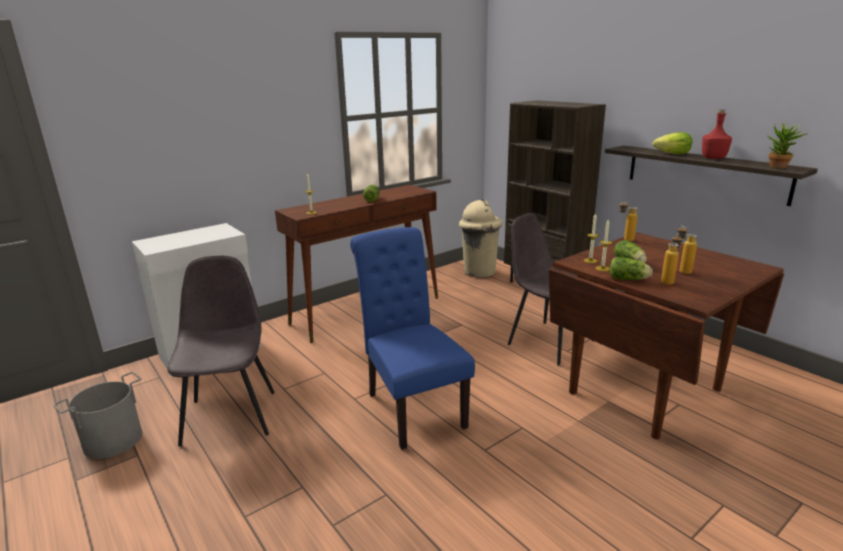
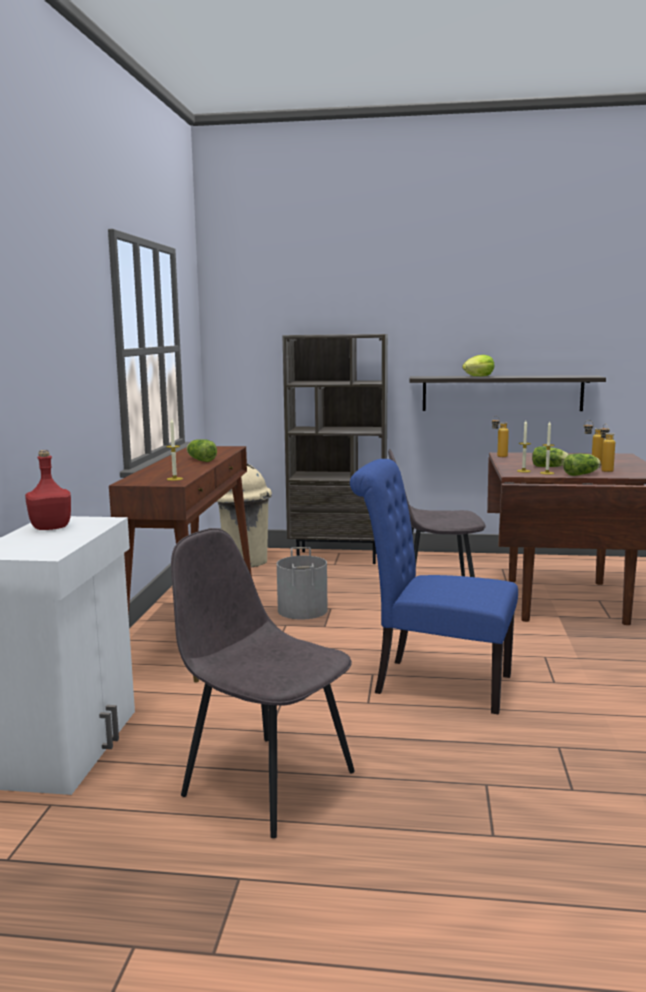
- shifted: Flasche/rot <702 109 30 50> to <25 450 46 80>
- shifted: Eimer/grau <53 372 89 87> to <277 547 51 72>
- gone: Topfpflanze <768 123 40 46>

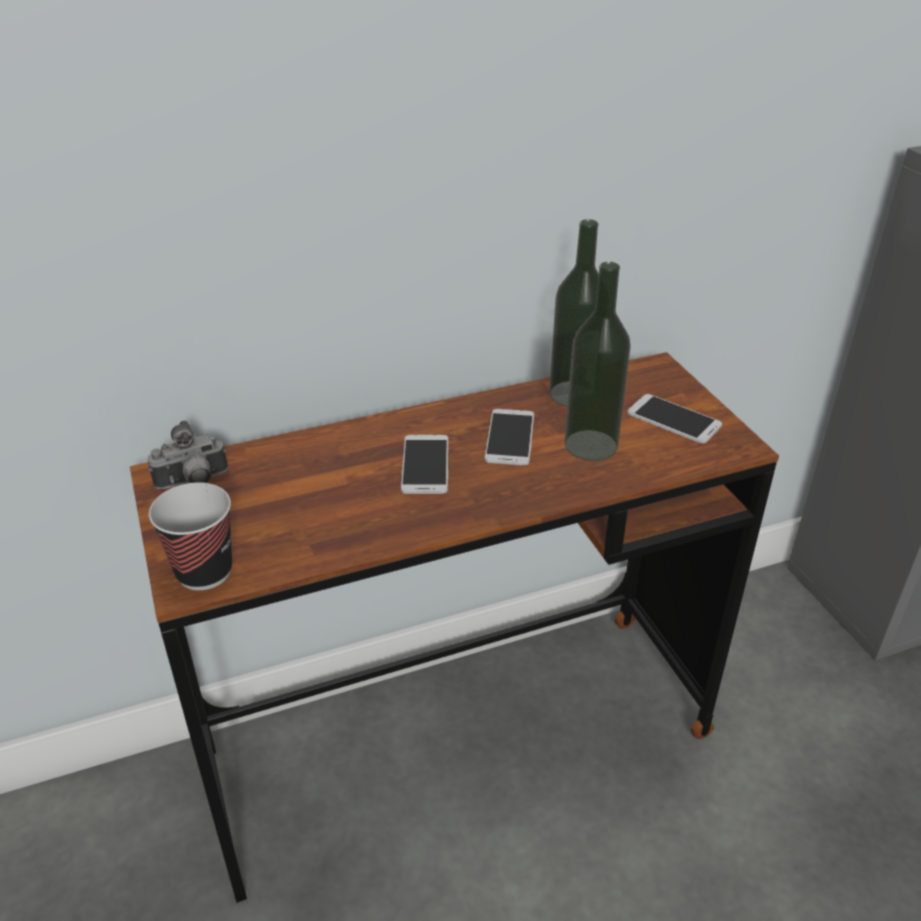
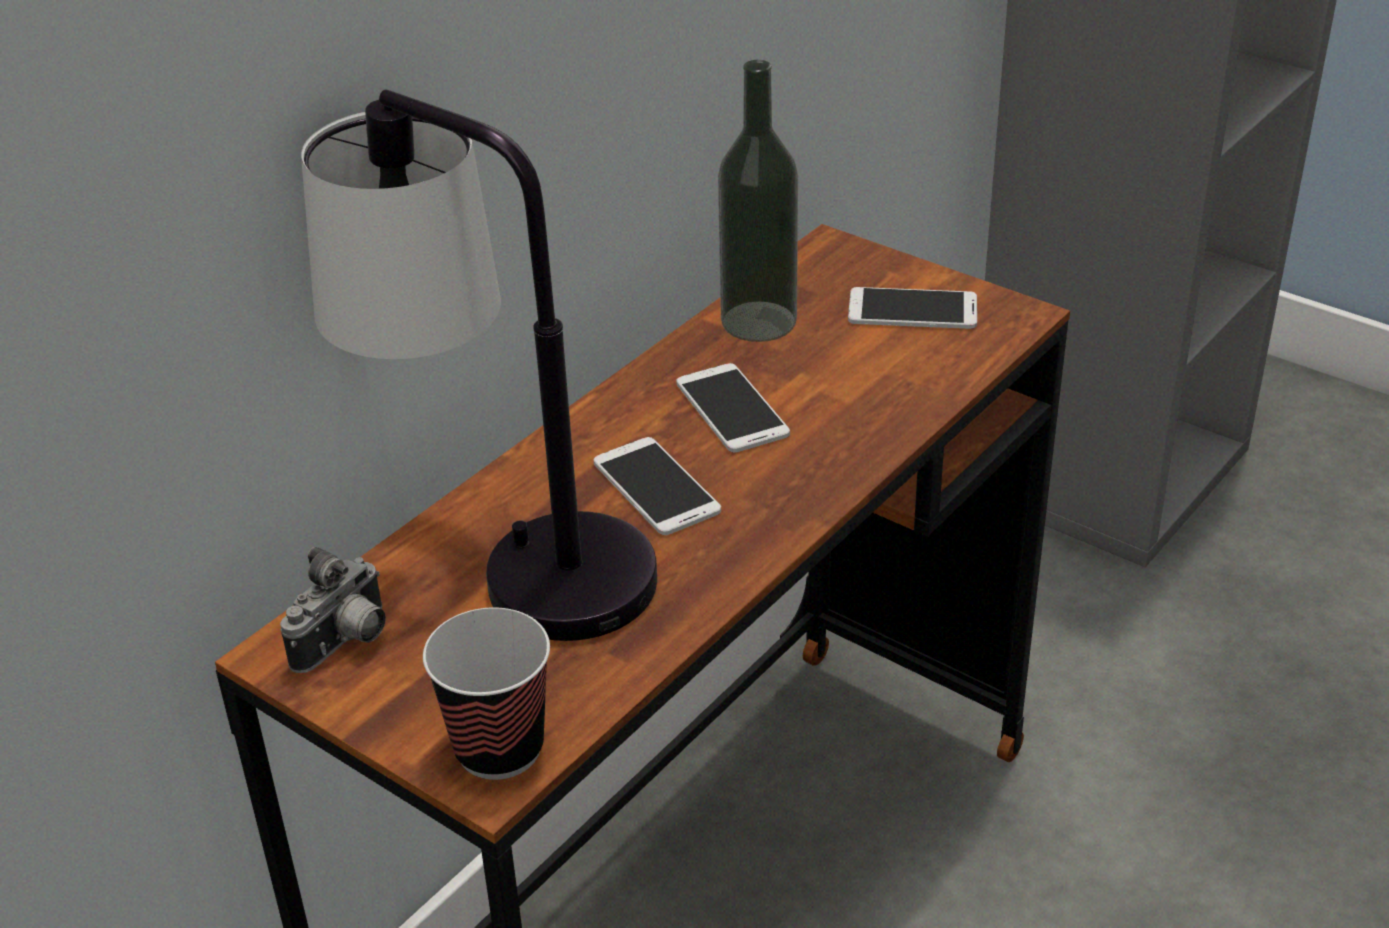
- new: Tischlampe <301 89 356 552>
- gone: Flasche <564 262 67 199>

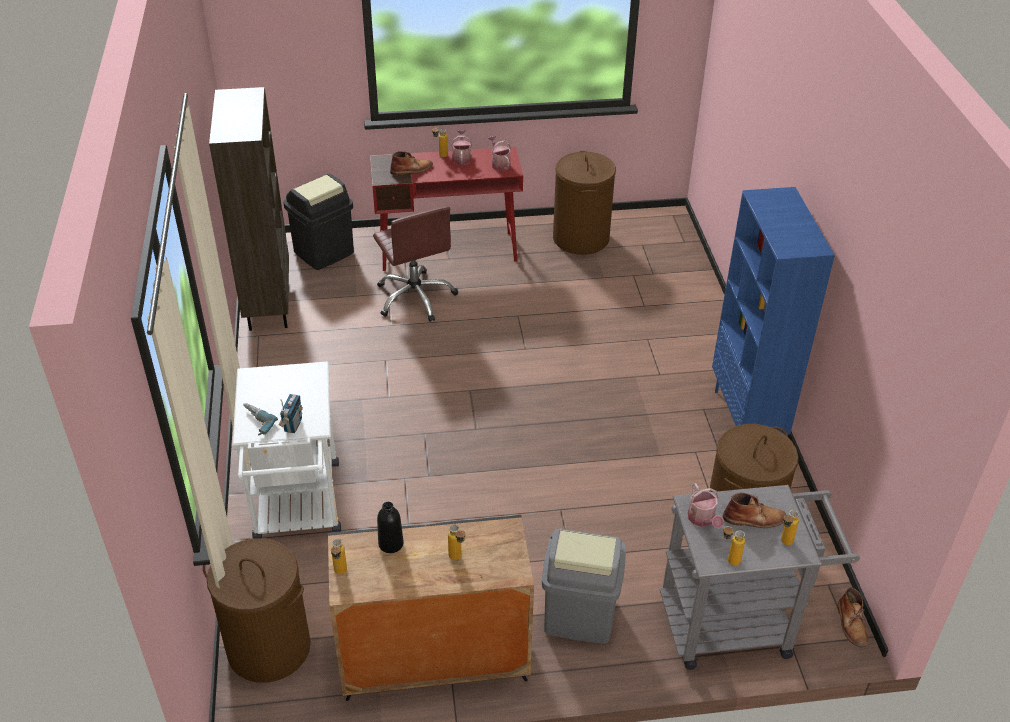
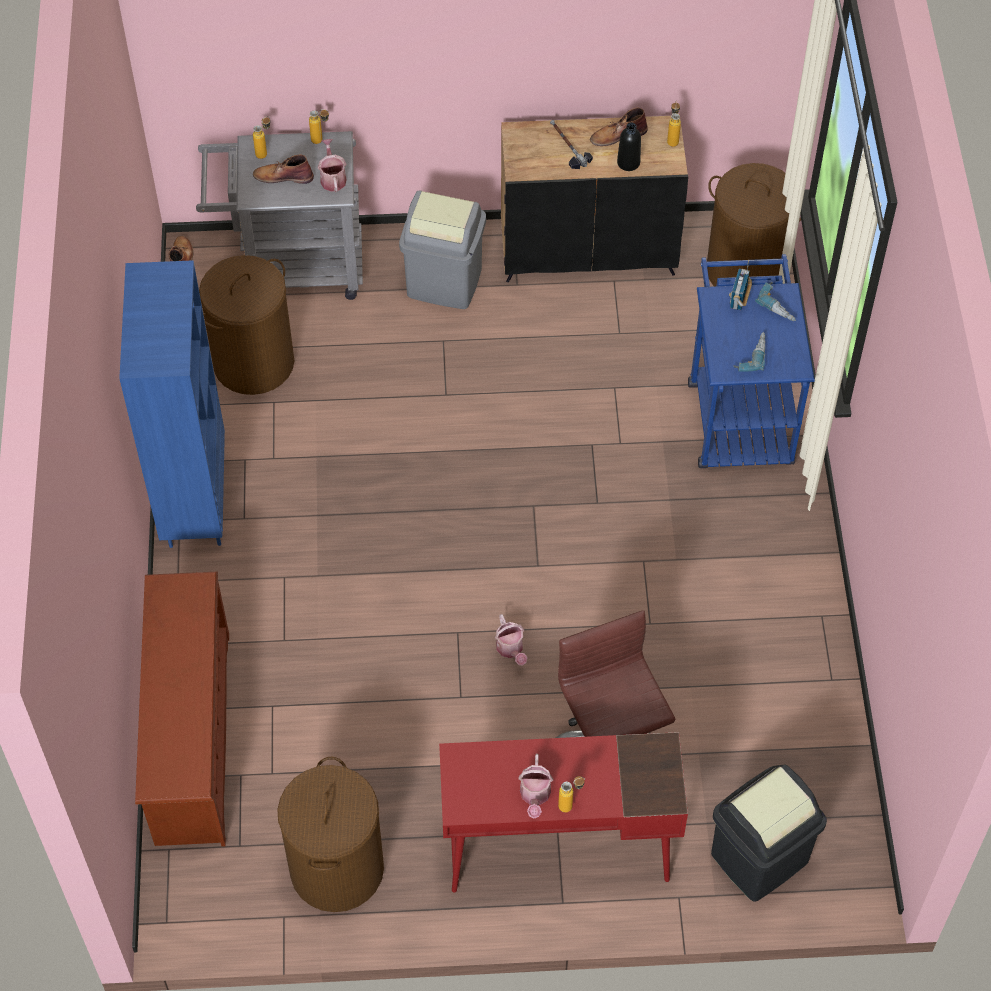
- new: Schuhregal/braun <135 571 94 276>
- shifted: Gießkanne <488 136 23 35> to <495 614 32 51>
- swapped: Flasche <448 524 17 36> to Hammer <550 120 43 49>
- shifted: Stiefel/braun <390 151 43 25> to <590 108 57 38>
- repainted: Rollwagen/weiß <232 361 109 177> to Rollwagen/blau <688 254 127 214>
- new: Bohrmaschine <733 332 33 40>
- gone: Bücherregal/braun <209 87 80 244>

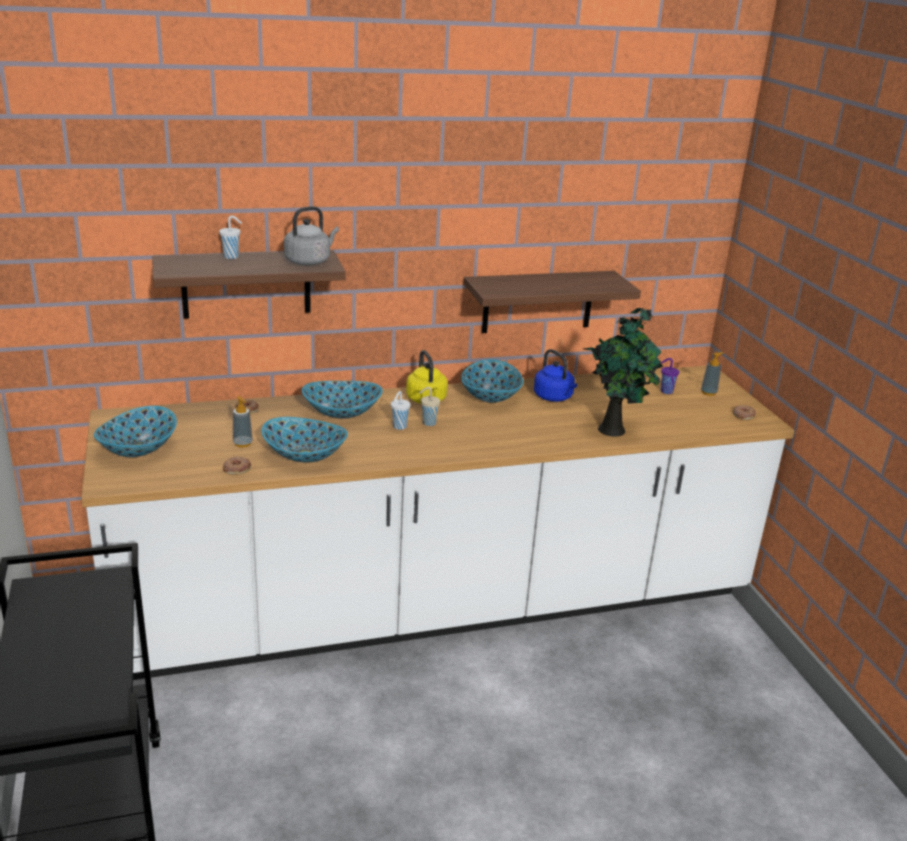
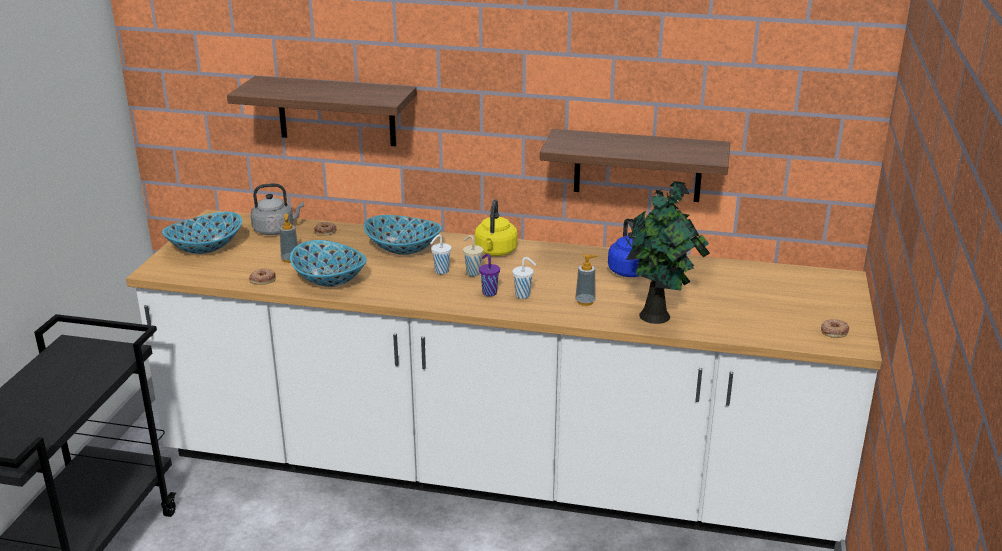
- shifted: Wasserkessel/grau <284 206 55 59> to <250 183 54 52>
- shifted: Tasse/lila <661 358 18 36> to <479 253 21 43>
- shifted: Tasse/weiß <219 216 23 43> to <512 257 24 42>
- shifted: Seifenspender <701 352 23 44> to <575 254 23 52>
- gone: Schüssel <461 359 62 44>

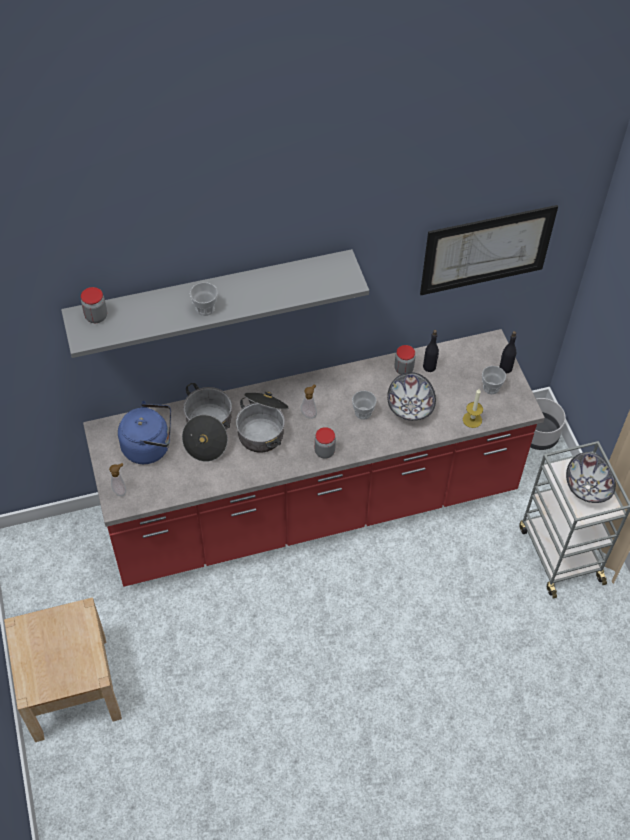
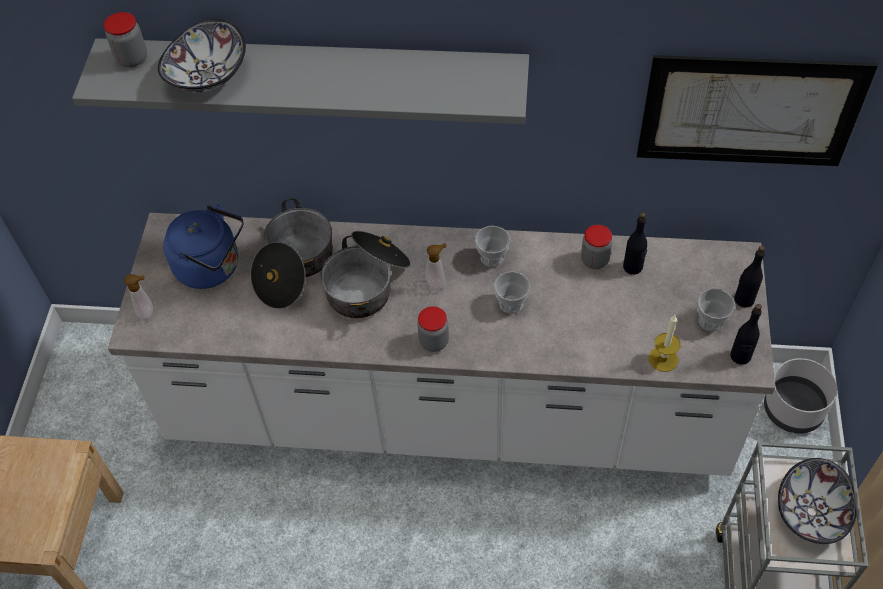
- repainted: Küchenzeile/rot <83 329 462 258> to Küchenzeile/weiß <108 213 667 263>
- shifted: Schüssel <387 372 49 49> to <158 19 88 74>
- shifted: Tasse <190 282 28 34> to <475 226 35 41>
- new: Flasche/schwarz <730 304 32 61>

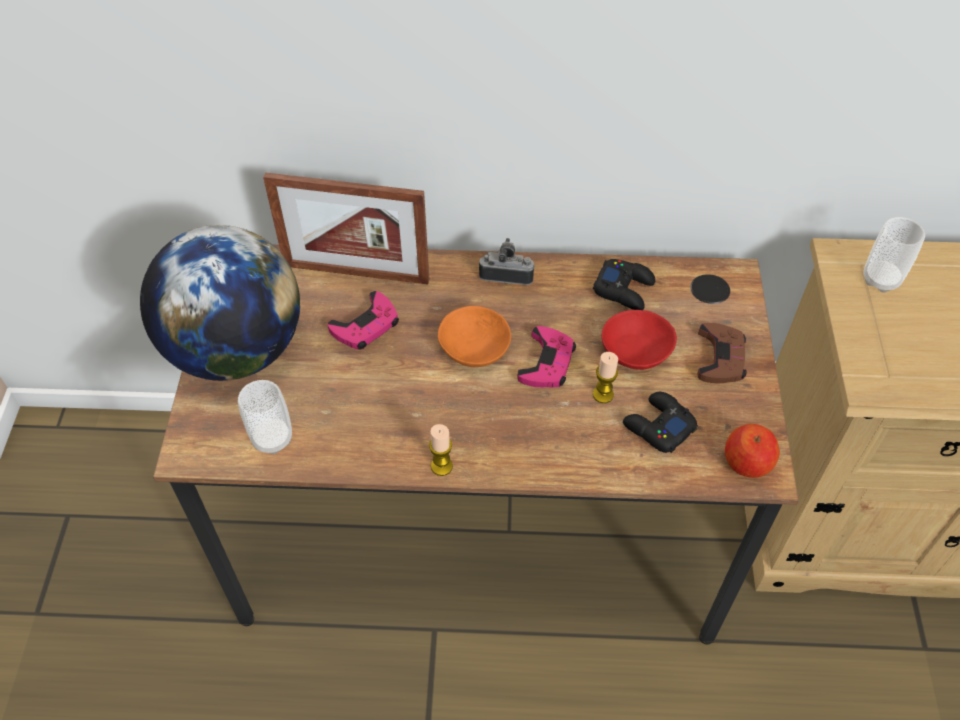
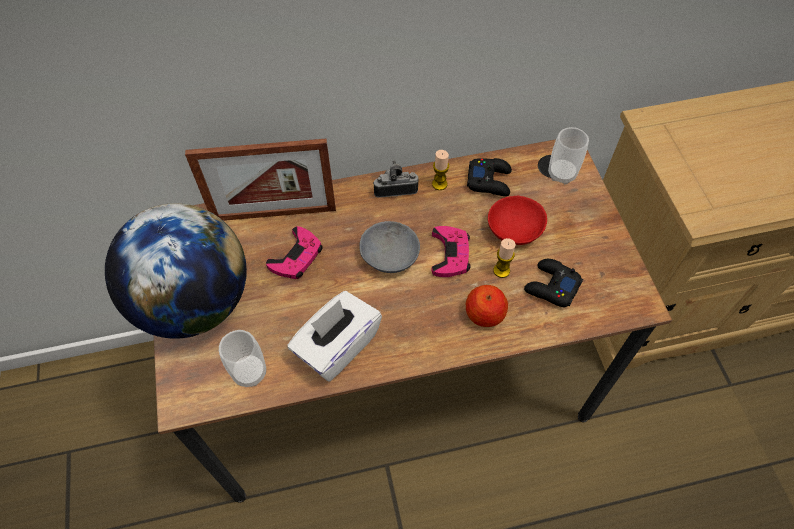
- new: Taschentuchbox/weiß <288 291 94 91>
- repainted: Schüssel/orange <438 306 73 61> to Schüssel/grau <359 221 61 52>
- shifted: Kerze <429 424 24 52> to <432 150 17 40>
- shifted: Apfel <725 424 55 54> to <466 285 42 42>
- shifted: Tasse <863 217 62 76> to <548 127 41 57>
- gone: Gamepad/braun <697 323 50 61>

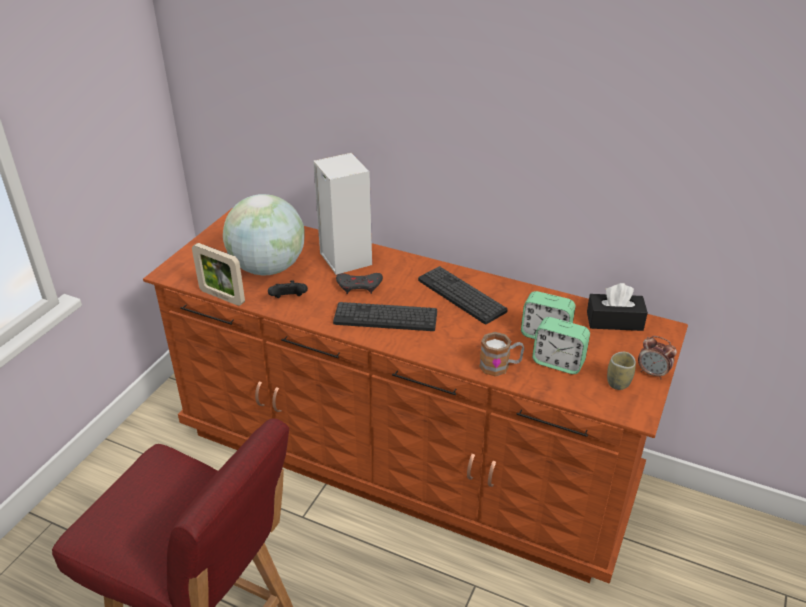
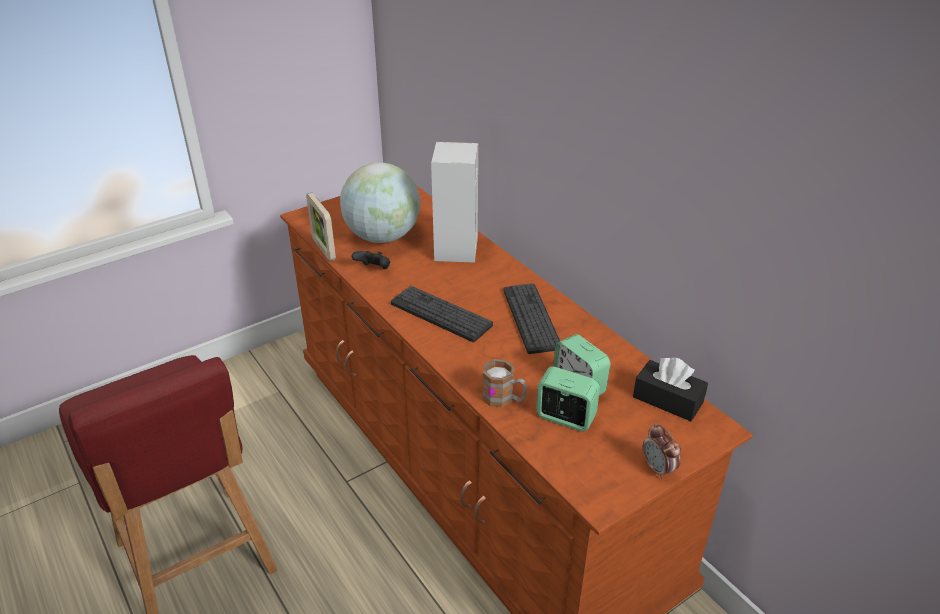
- rotated: Wecker <532 317 58 57> = <536 367 64 64> 150 degrees clockwise
- gone: Gamepad/grau <336 273 47 21>
- gone: Tasse <607 352 29 38>

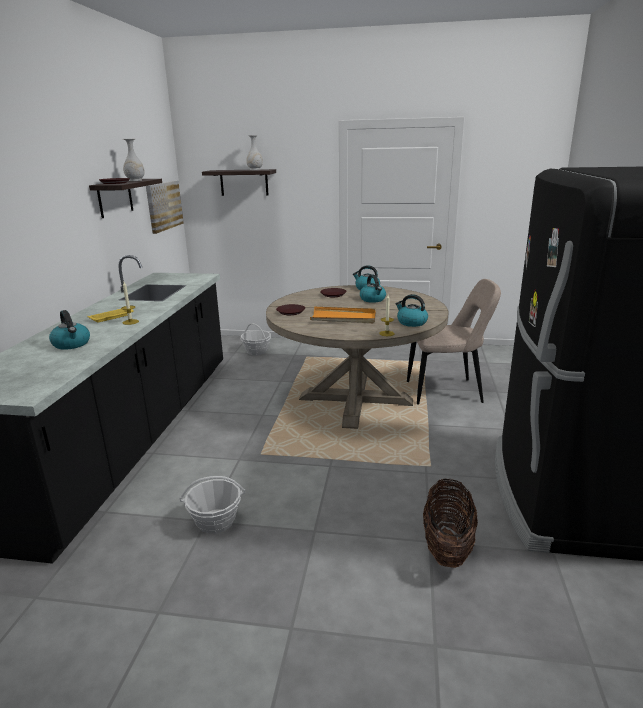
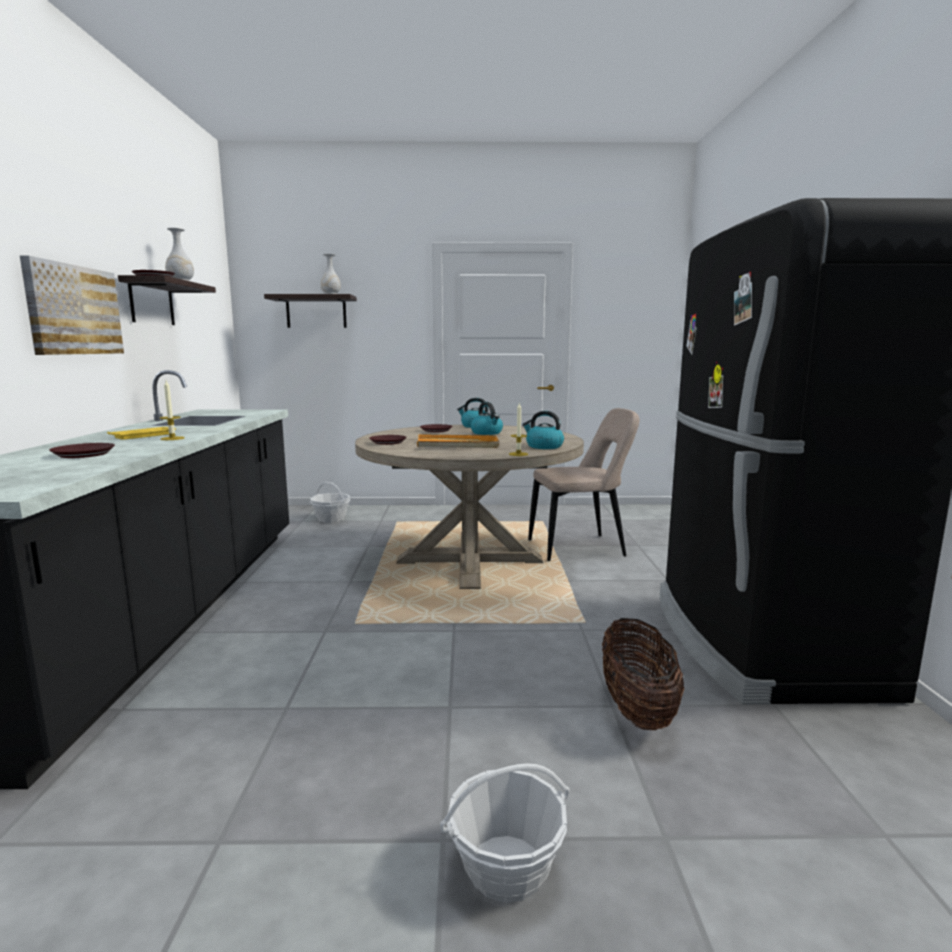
- shifted: Bild <146 181 38 53> to <20 256 104 99>
- swapped: Wasserkessel <49 310 41 40> to Teller/braun <49 443 66 15>
- shifted: Korb <180 476 65 58> to <440 764 130 139>

